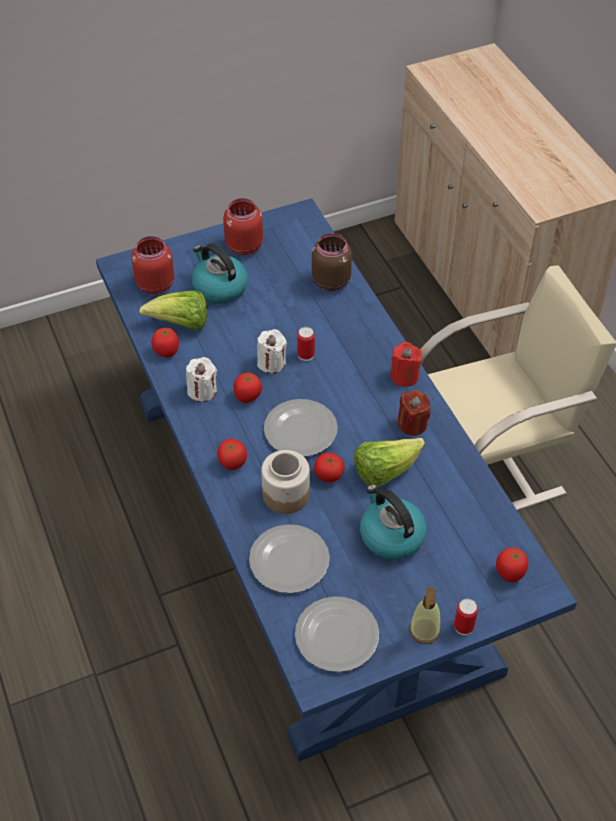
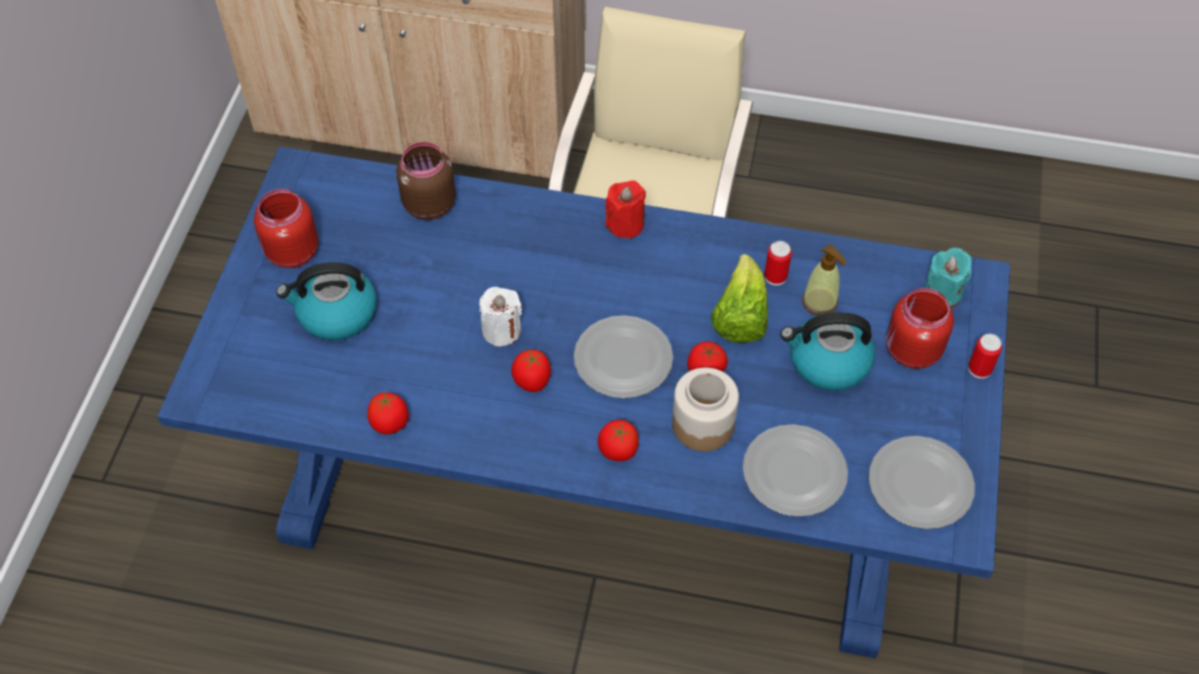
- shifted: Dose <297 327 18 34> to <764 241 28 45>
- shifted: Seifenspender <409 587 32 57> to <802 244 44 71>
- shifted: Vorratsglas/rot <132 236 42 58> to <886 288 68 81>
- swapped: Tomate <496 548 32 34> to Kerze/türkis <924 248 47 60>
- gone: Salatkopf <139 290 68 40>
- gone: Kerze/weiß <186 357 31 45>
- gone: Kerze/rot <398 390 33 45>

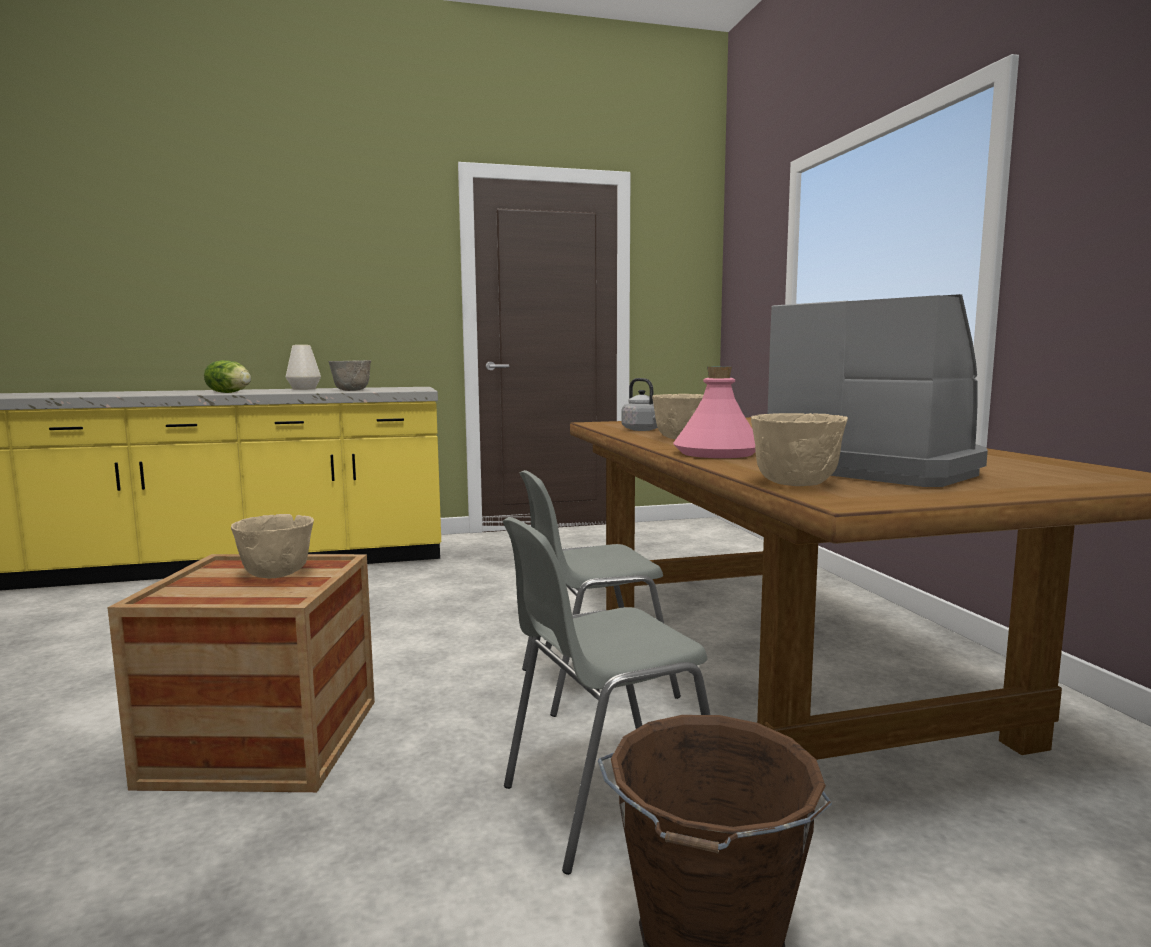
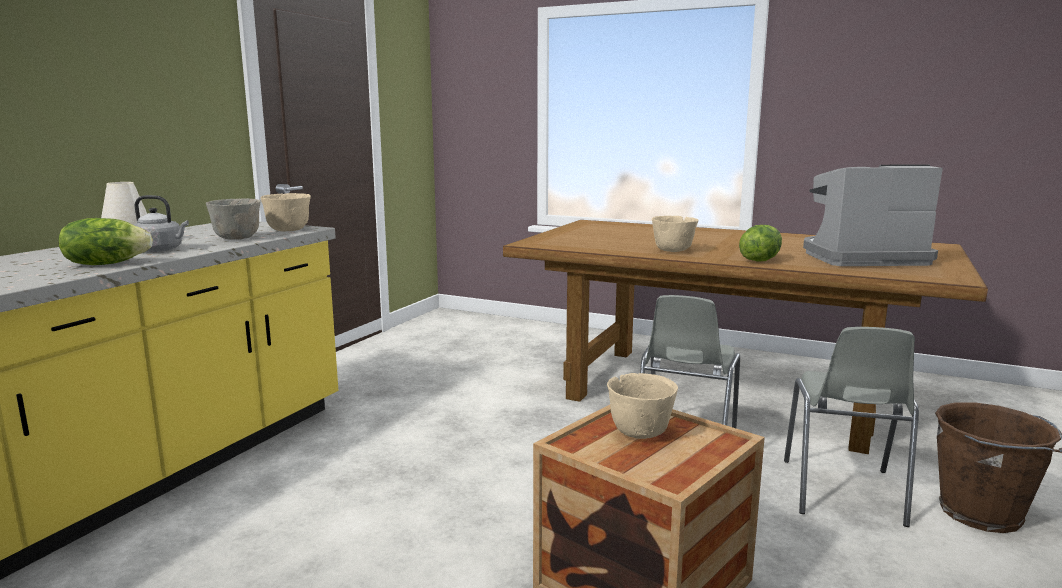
- shifted: Wasserkessel/grau <621 378 37 53> to <134 195 55 57>
- shifted: Schüssel/beige <751 413 97 73> to <260 193 51 38>
- swapped: Flasche/rosa <673 367 83 91> to Salatkopf <739 225 43 37>

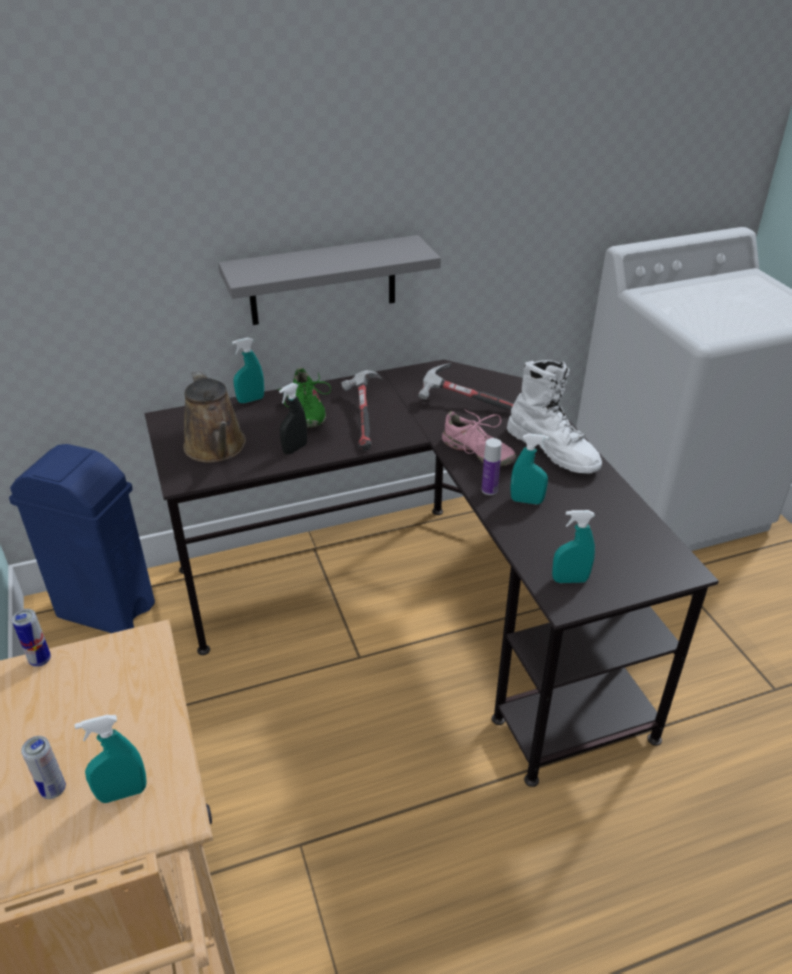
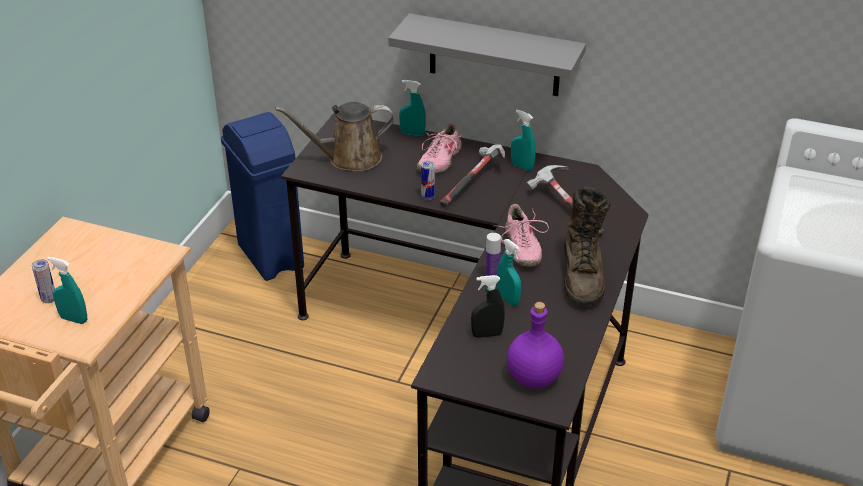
- rotated: Gießkanne/braun <183 370 63 93> = <275 102 119 70> 60 degrees clockwise
- repainted: Schuh/grün <277 368 54 60> to Schuh/rosa <417 122 48 51>
- shifted: Dose <12 609 39 58> to <421 161 14 39>
- shifted: Sprühflasche/schwarz <279 383 28 71> to <471 275 34 63>
- new: Flasche/lila <506 302 58 87>
- shifted: Sprühflasche/türkis <552 510 43 73> to <511 110 25 61>
- repainted: Stiefel/weiß <507 360 95 114> to Stiefel/braun <564 187 46 118>

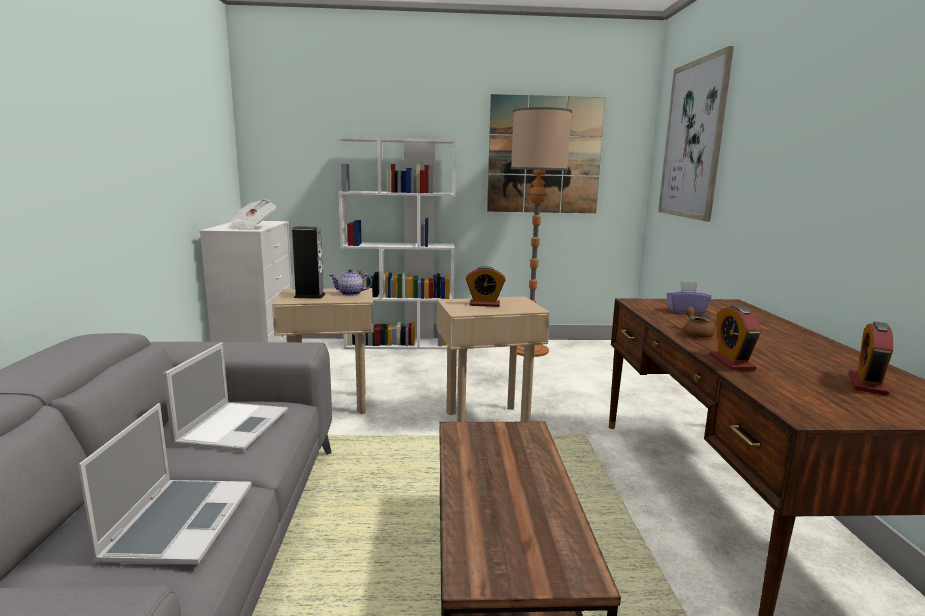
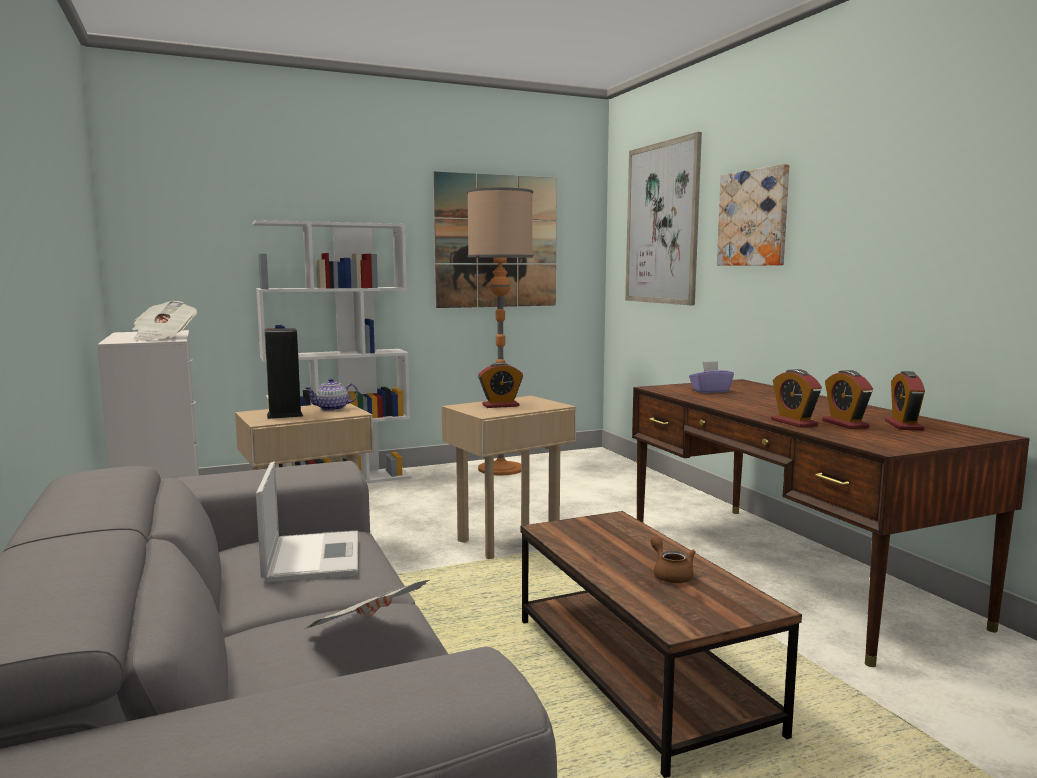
- swapped: Laptop <78 403 174 162> to Zeitung <305 580 125 49>
- shifted: Teekanne/braun <683 307 34 31> to <651 536 45 47>
- new: Bild <717 164 72 102>
- new: Wecker <822 370 51 59>

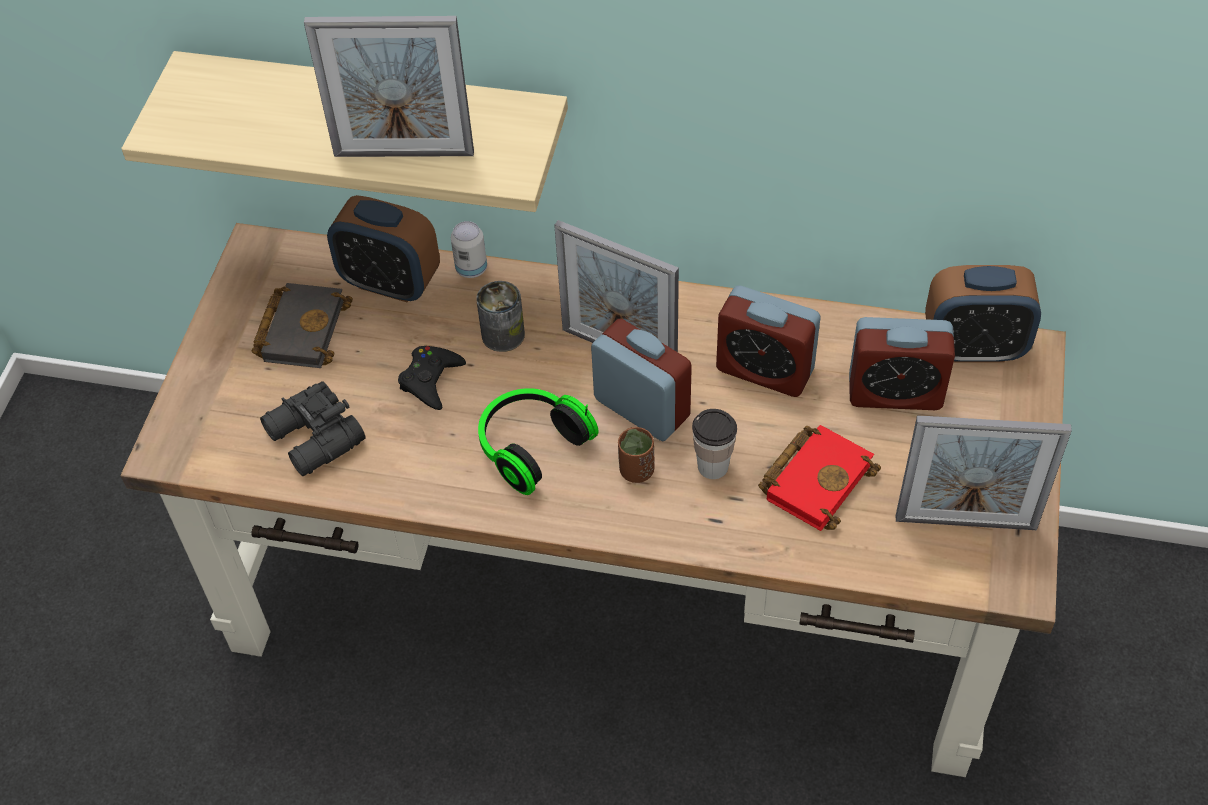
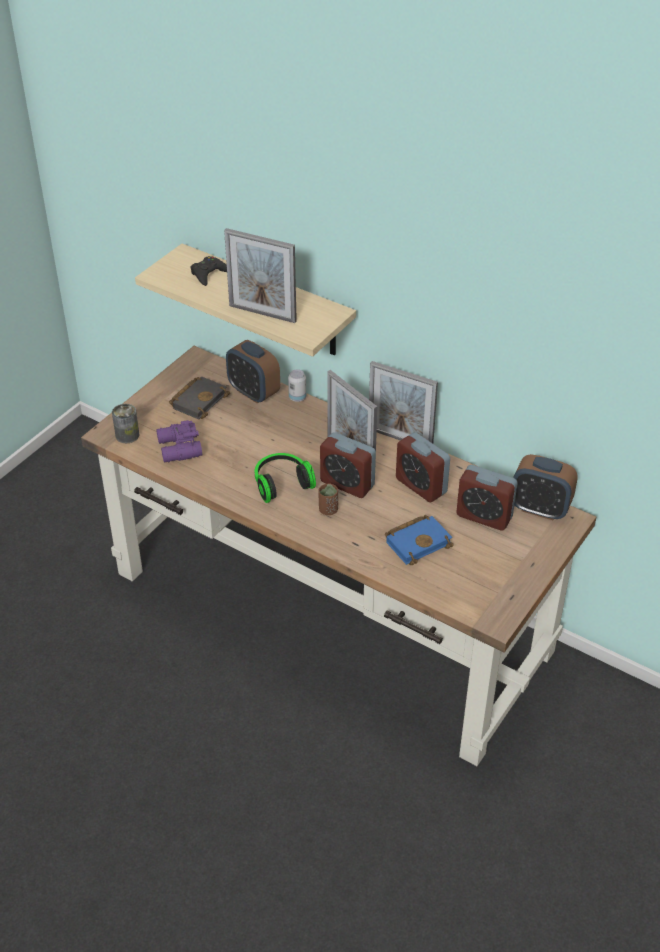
- shifted: Dose <476 281 49 71> to <112 404 27 39>
- repainted: Fernglas/schwarz <260 381 106 95> to Fernglas/lila <156 420 46 42>
- shifted: Gamepad/schwarz <398 346 68 64> to <191 256 36 30>
- rotated: Wecker <591 319 101 122> = <320 432 56 66> 150 degrees clockwise
- shifted: Bilderrahmen <896 415 176 115> to <369 361 69 82>
- repainted: Buch/rot <758 425 123 106> to Buch/blau <385 515 69 50>
- gone: Tasse <692 409 45 70>

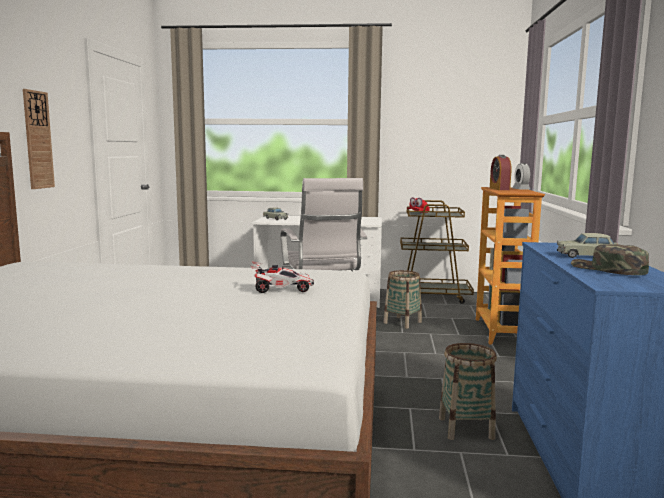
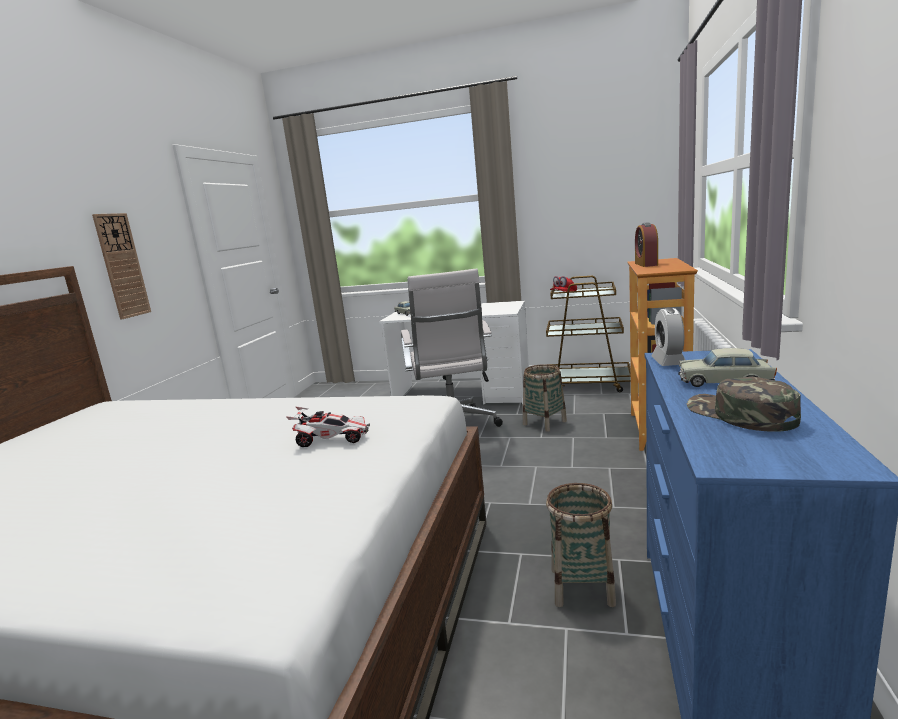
- shifted: Wecker <513 163 17 26> to <651 308 34 58>

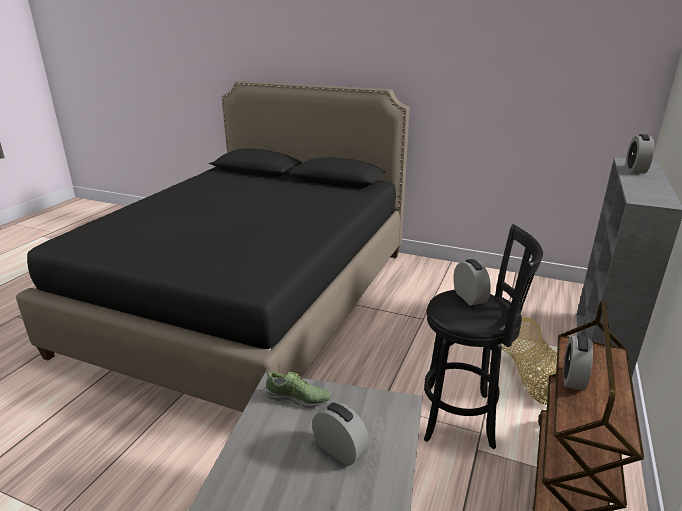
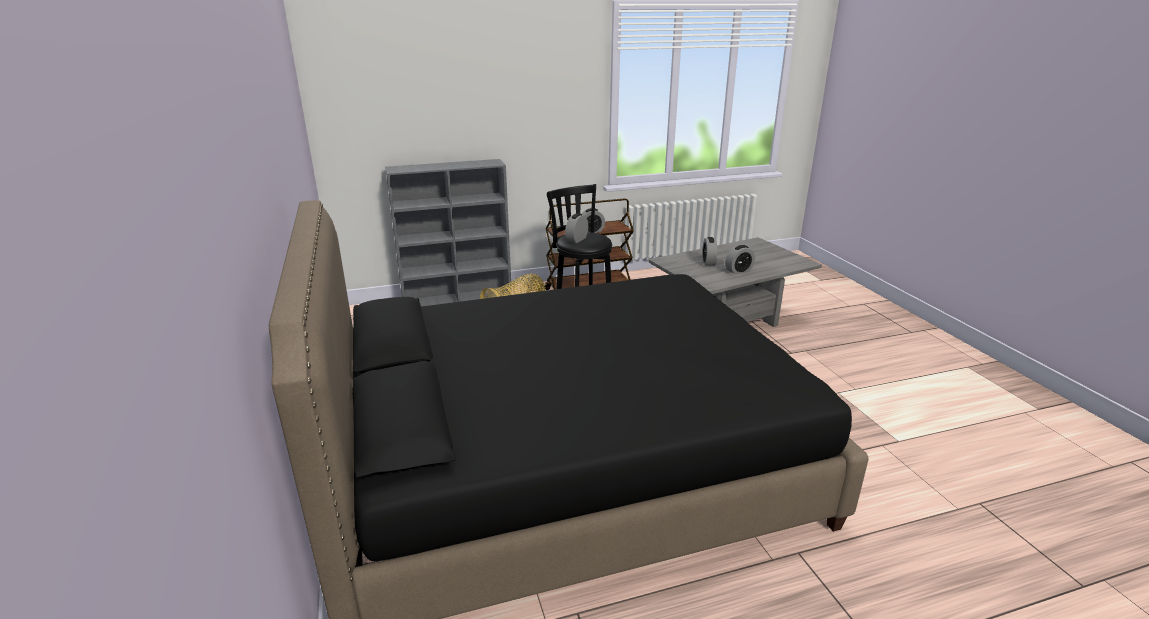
- shifted: Wecker <626 134 28 39> to <725 245 30 29>
- gone: Schuh <265 370 66 38>

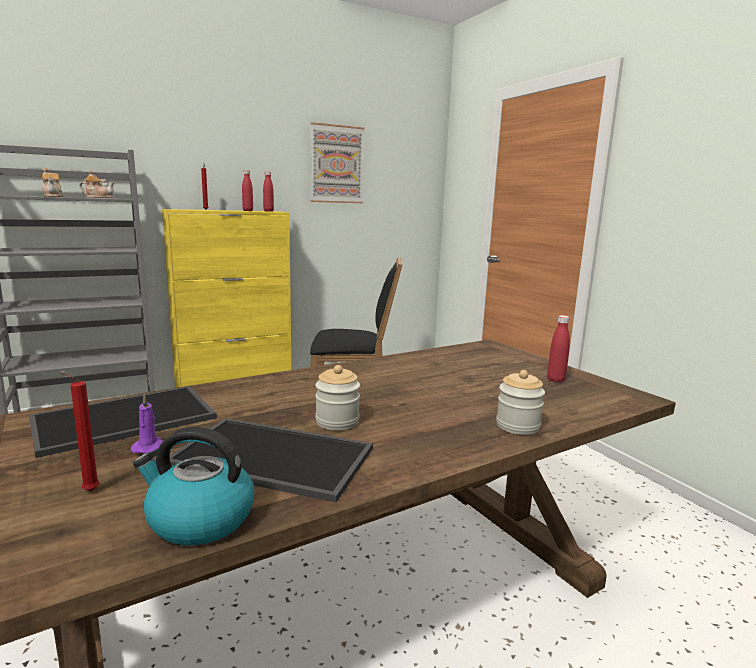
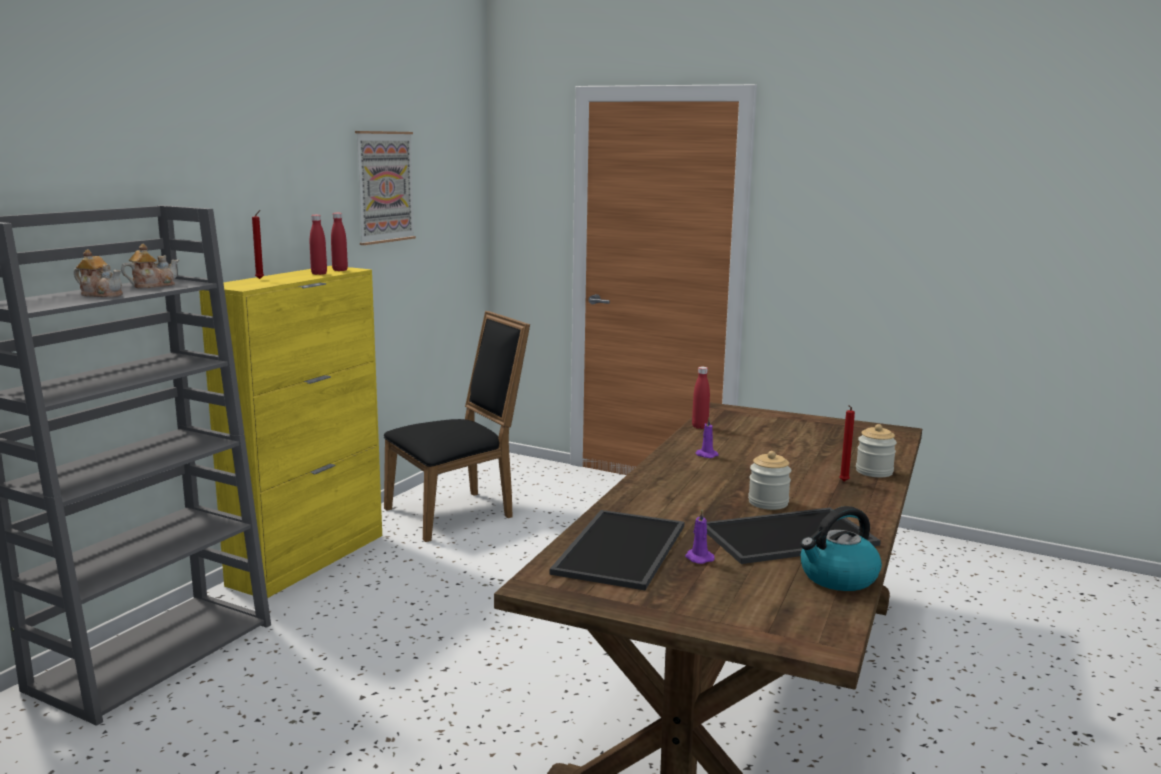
- shifted: Flasche/rot <547 315 23 68> to <692 367 18 62>
- new: Kerze/lila <696 418 22 40>
- shifted: Kerze/rot <60 372 40 119> to <840 405 15 76>

